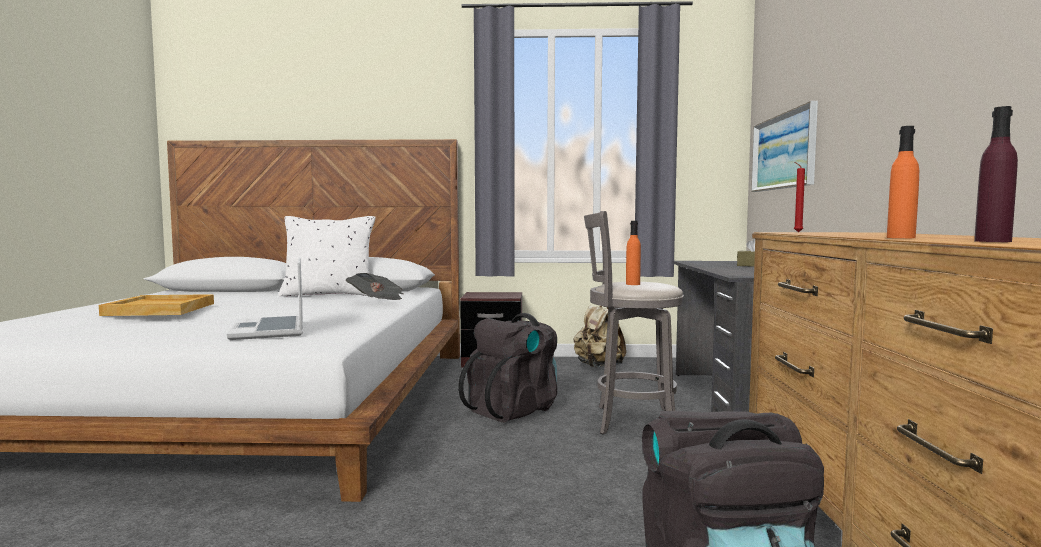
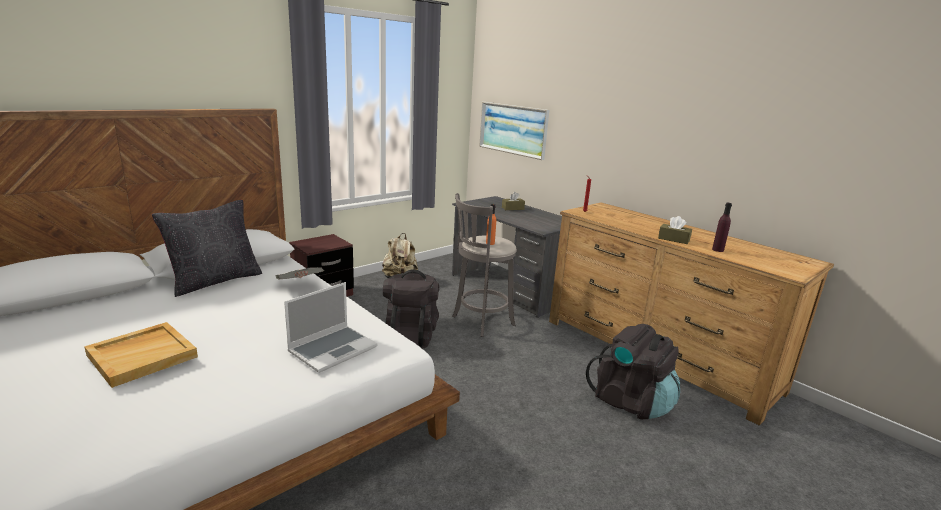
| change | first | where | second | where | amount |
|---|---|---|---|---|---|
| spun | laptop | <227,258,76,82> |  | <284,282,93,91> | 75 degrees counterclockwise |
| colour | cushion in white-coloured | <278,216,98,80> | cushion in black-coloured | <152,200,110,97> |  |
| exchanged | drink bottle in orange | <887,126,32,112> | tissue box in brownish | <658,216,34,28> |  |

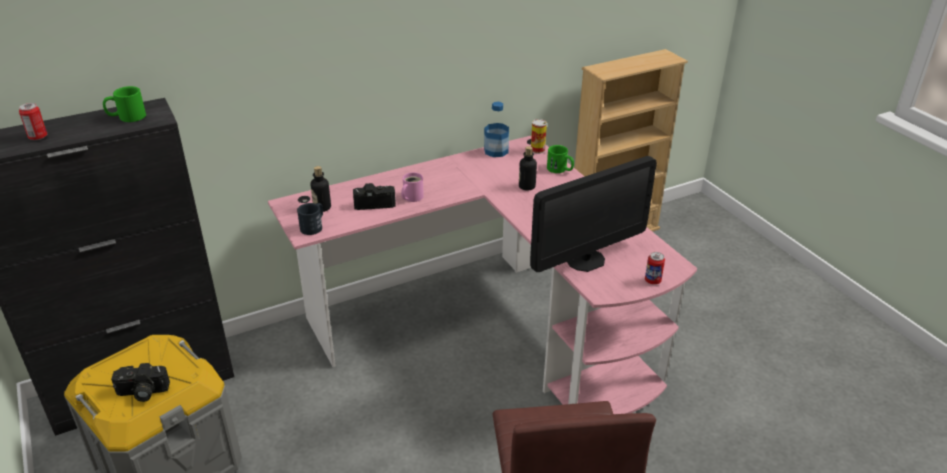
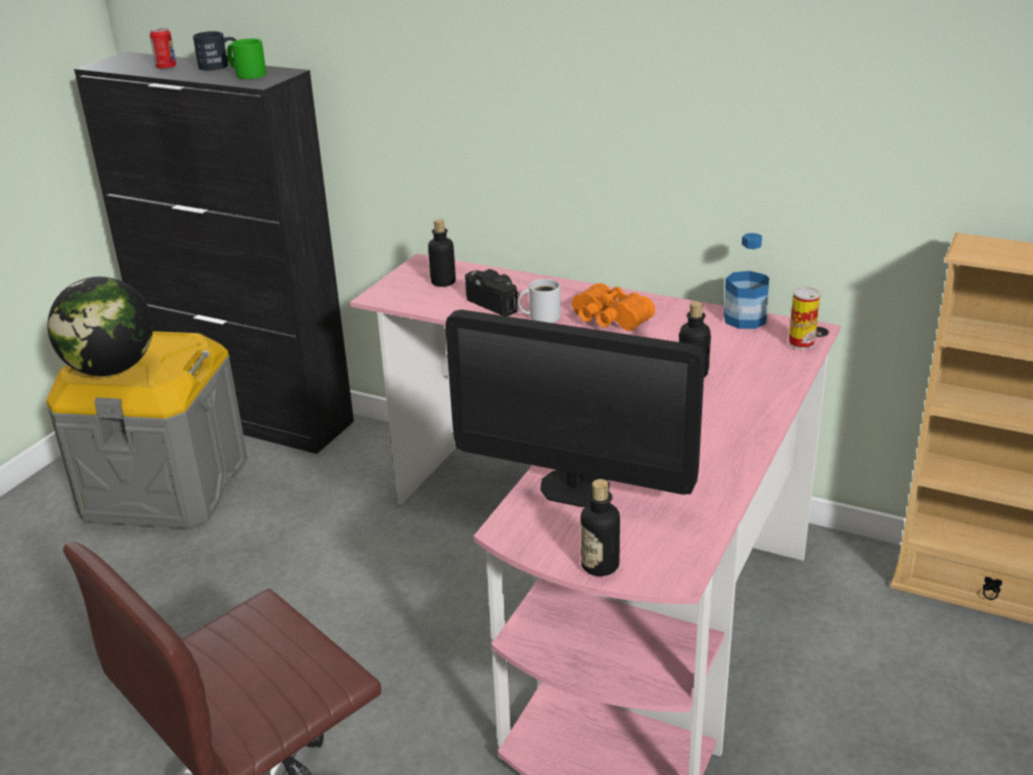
| change | first | where | second | where | amount |
|---|---|---|---|---|---|
| exchanged | photo camera | <111,363,59,39> | world globe | <47,277,106,99> |  |
| relocated | tea mug in black-coloured | <297,203,26,32> |  | <193,31,43,39> |  |
| colour | tea mug in pink-coloured | <401,172,23,30> | tea mug in white-coloured | <518,279,43,44> |  |
| missing | tea mug in green-coloured | <547,145,27,28> |  |  |  |
| exchanged | can | <645,252,20,33> | drink bottle | <581,479,39,97> |  |
| appeared |  |  | binoculars in orange | <572,283,83,48> |  |

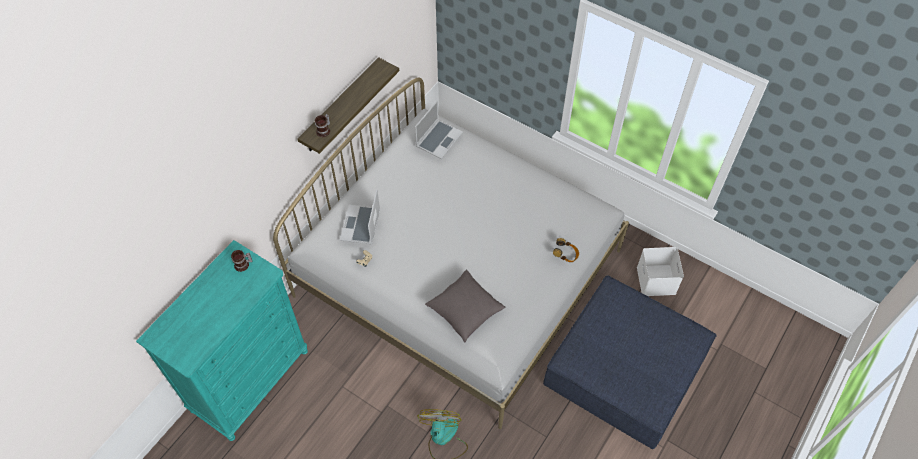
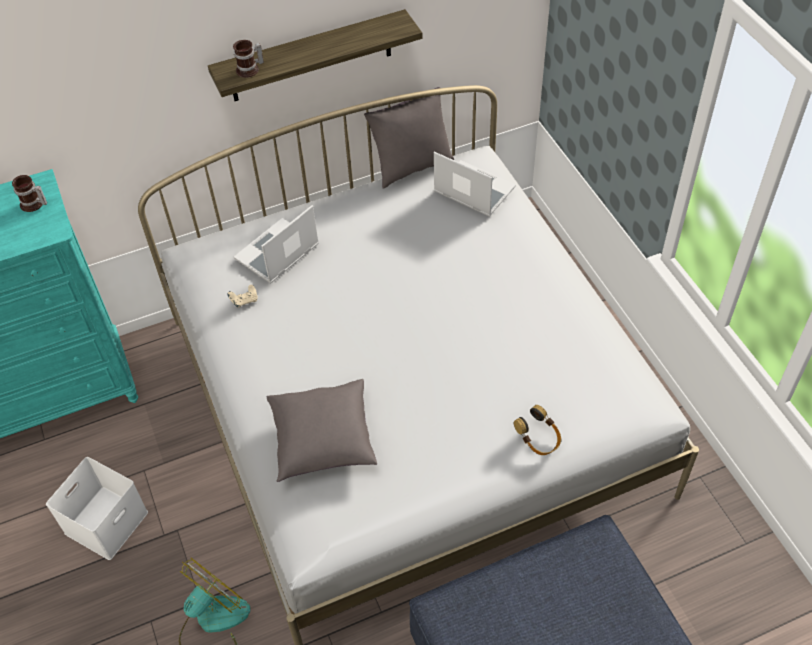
| change | first | where | second | where | amount |
|---|---|---|---|---|---|
| spun | laptop | <415,100,48,60> |  | <434,152,82,65> | 120 degrees counterclockwise |
| relocated | storage container in white-coloured | <637,247,47,49> |  | <46,457,102,103> |  |
| appeared |  |  | cushion in grey | <364,87,90,102> |  |

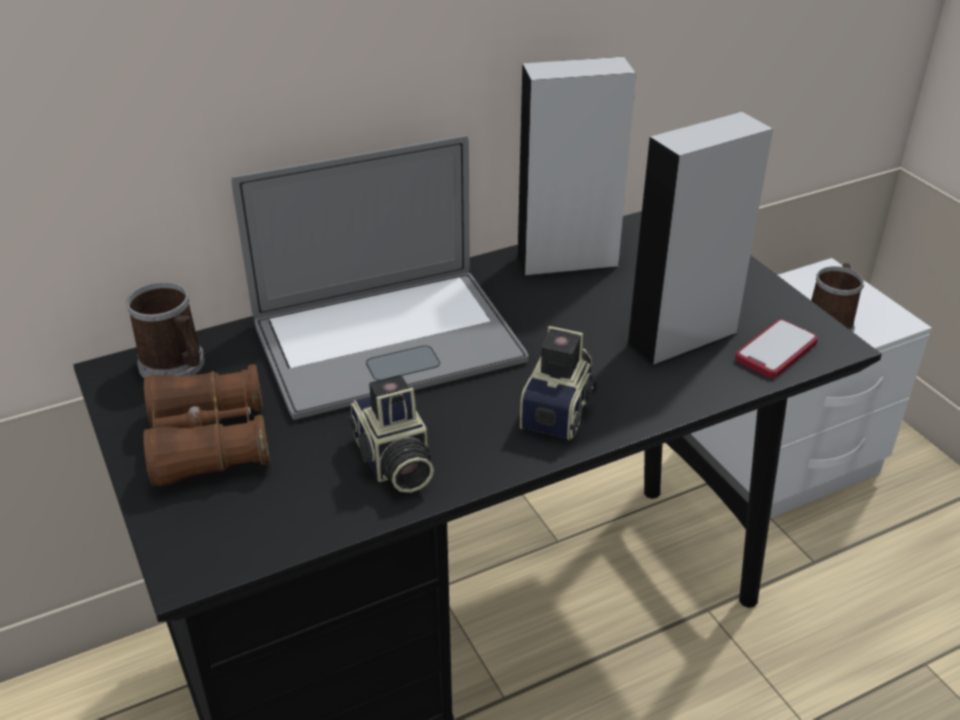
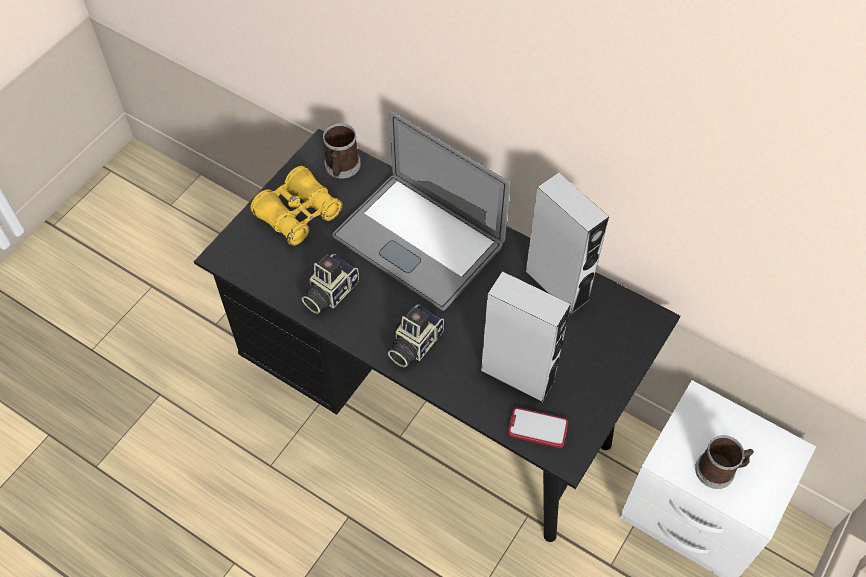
| change | first | where | second | where | amount |
|---|---|---|---|---|---|
| colour | binoculars in brownish | <143,364,127,123> | binoculars in yellowish | <251,166,92,80> |  |
| spun | photo camera | <520,326,77,114> |  | <388,304,56,63> | 135 degrees clockwise |

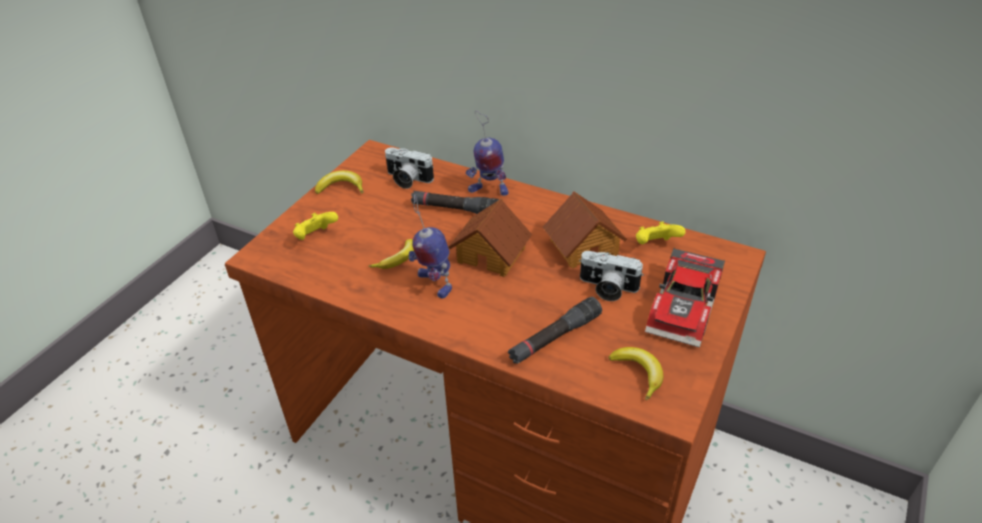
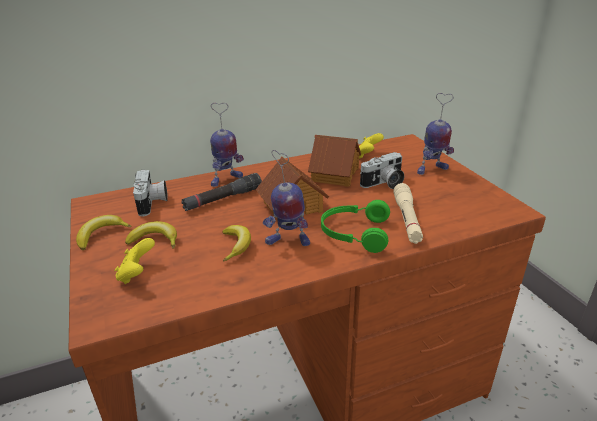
| change | first | where | second | where | amount |
|---|---|---|---|---|---|
| spun | photo camera | <385,147,49,42> |  | <133,169,35,47> | 75 degrees counterclockwise |
| colour | flashlight in black-coloured | <508,297,94,67> | flashlight in beige-coloured | <393,183,30,61> |  |
| relocated | banana fruit | <609,347,55,53> |  | <125,221,52,27> |  |
| exchanged | toy car | <645,247,80,101> | robot figure | <417,93,37,82> |  |
| appeared |  |  | headset in green-coloured | <321,200,69,53> |  |

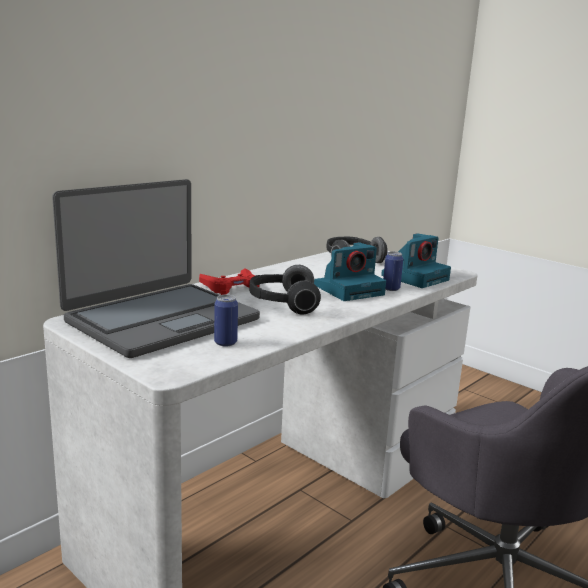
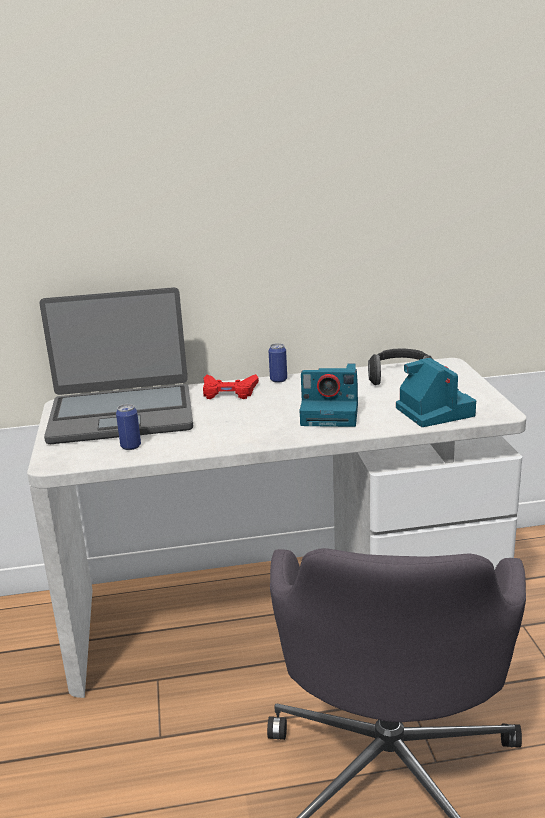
| change | first | where | second | where | amount |
|---|---|---|---|---|---|
| missing | headset | <249,265,72,50> |  |  |  |
| spun | photo camera | <381,233,70,55> |  | <396,358,80,69> | 105 degrees counterclockwise |
| relocated | can | <383,251,20,40> |  | <268,343,19,40> |  |

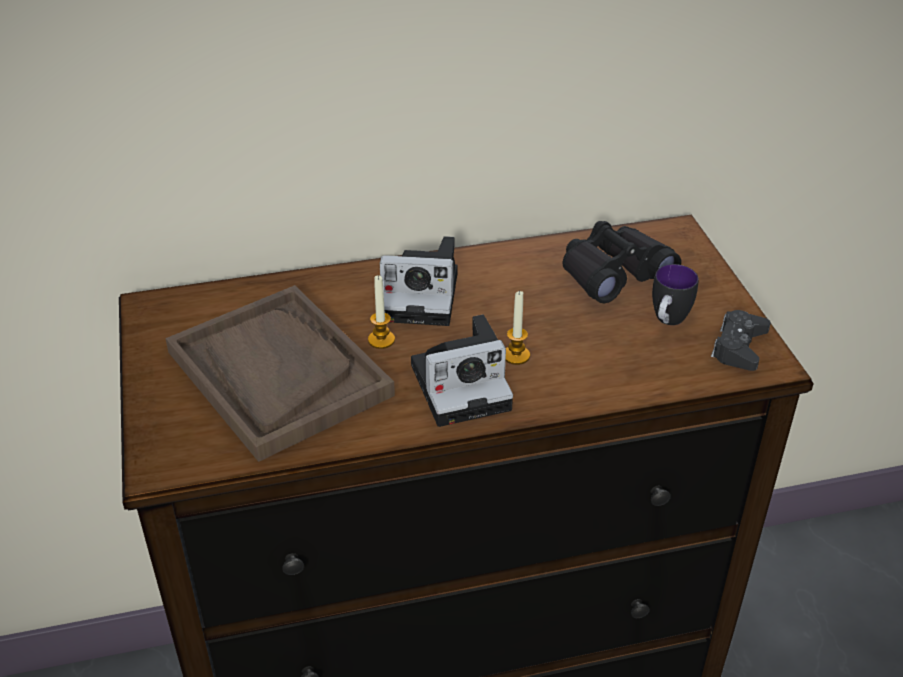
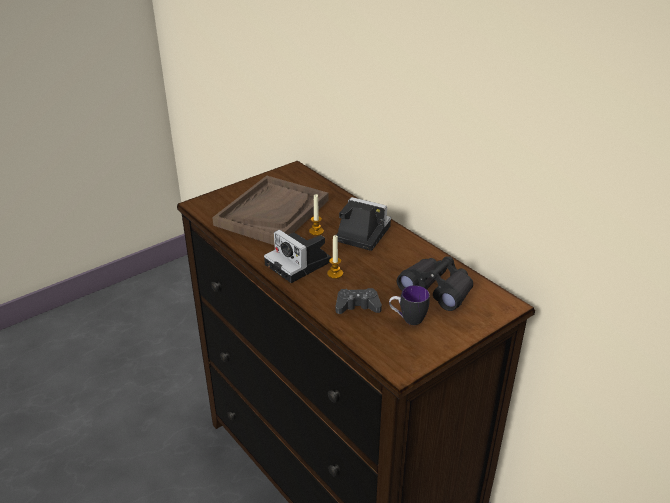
| change | first | where | second | where | amount |
|---|---|---|---|---|---|
| spun | photo camera | <380,236,77,90> |  | <336,197,55,54> | 135 degrees clockwise |
| relocated | game controller in black-coloured | <711,310,60,61> |  | <336,288,46,26> |  |

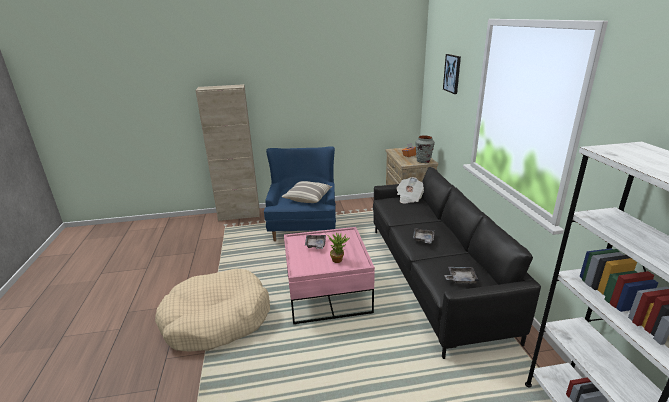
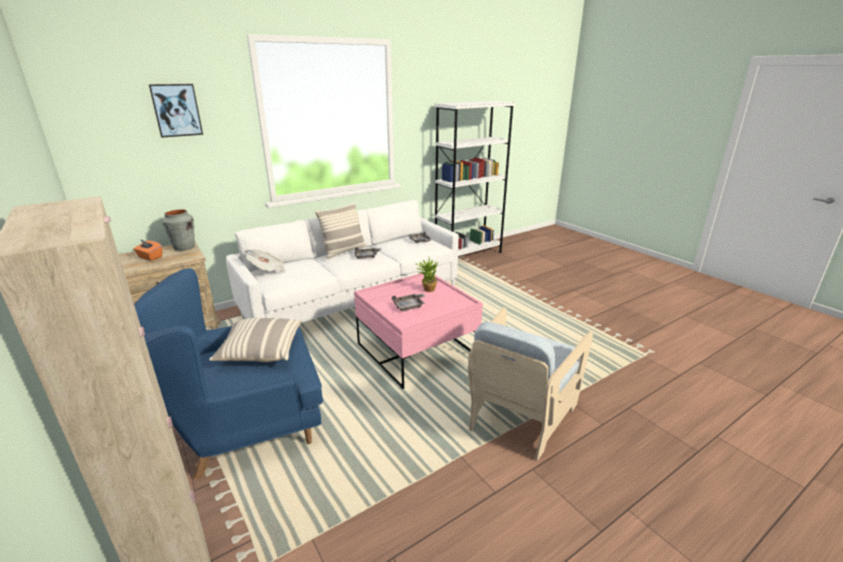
| change | first | where | second | where | amount |
|---|---|---|---|---|---|
| exchanged | dog cushion in beige-coloured | <155,268,115,84> | armchair in beige-coloured | <467,307,126,154> |  |
| colour | sofa in black-coloured | <373,167,168,192> | sofa in white-coloured | <226,200,233,123> |  |
| appeared |  |  | cushion | <315,203,51,56> |  |

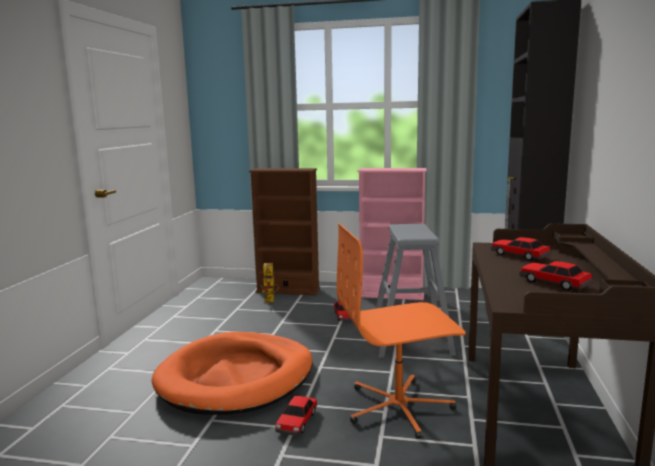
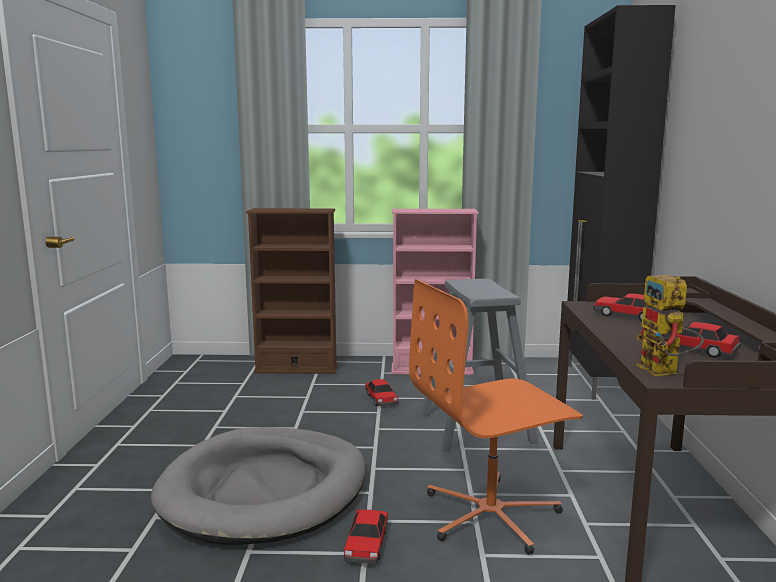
| change | first | where | second | where | amount |
|---|---|---|---|---|---|
| colour | dog cushion in orange | <152,332,161,83> | dog cushion in grey | <151,427,214,118> |  |
| relocated | robot figure | <260,263,19,40> |  | <636,275,68,101> |  |

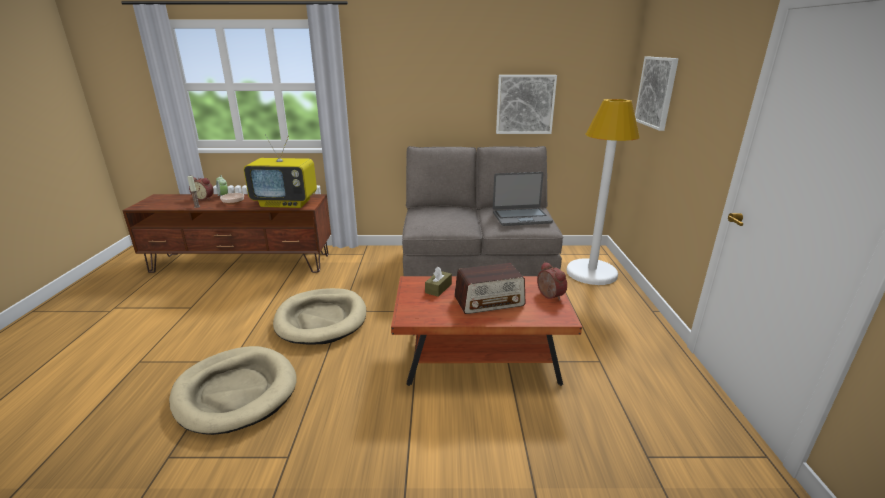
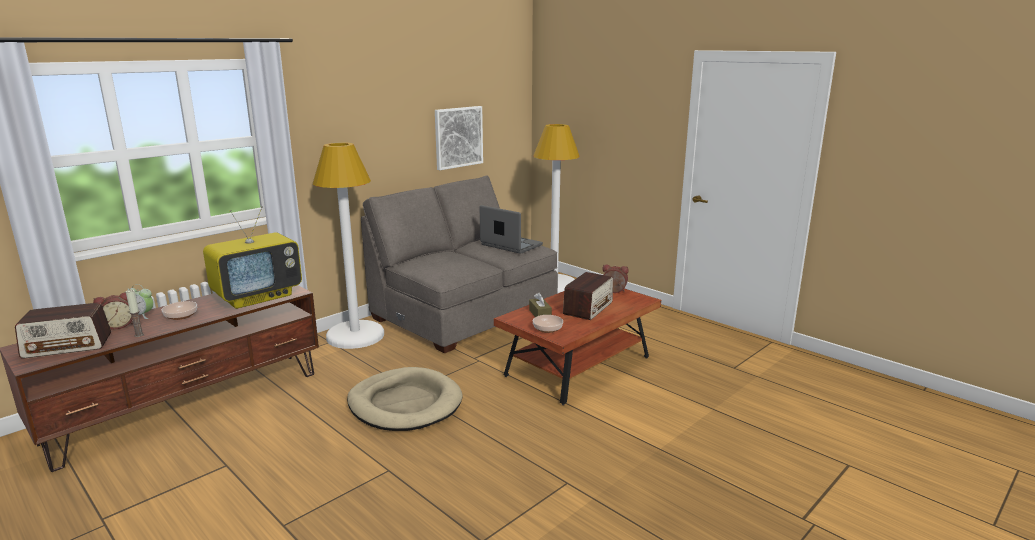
| change | first | where | second | where | amount |
|---|---|---|---|---|---|
| missing | dog cushion in beige-coloured | <169,346,128,89> |  |  |  |
| spun | laptop | <493,172,60,54> |  | <480,205,63,49> | 90 degrees counterclockwise |
| missing | wall art | <635,57,44,74> |  |  |  |
| appeared |  |  | radio | <15,303,96,56> |  |
| appeared |  |  | standing lamp in white-coloured | <313,142,71,207> |  |
| appeared |  |  | serving bowl | <533,315,30,18> |  |

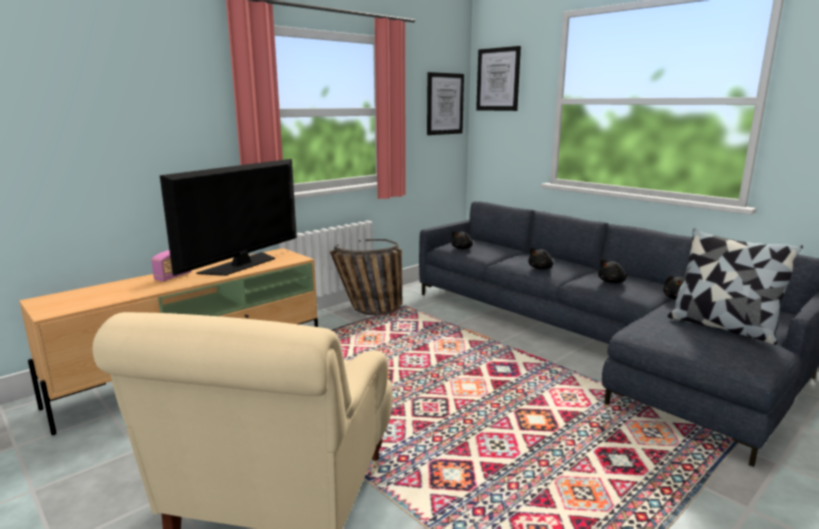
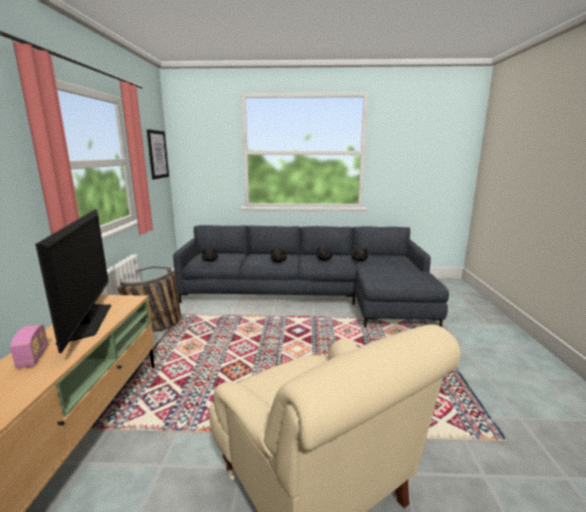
| change | first | where | second | where | amount |
|---|---|---|---|---|---|
| missing | wall art | <476,46,45,65> |  |  |  |
| missing | cushion | <667,228,136,117> |  |  |  |

